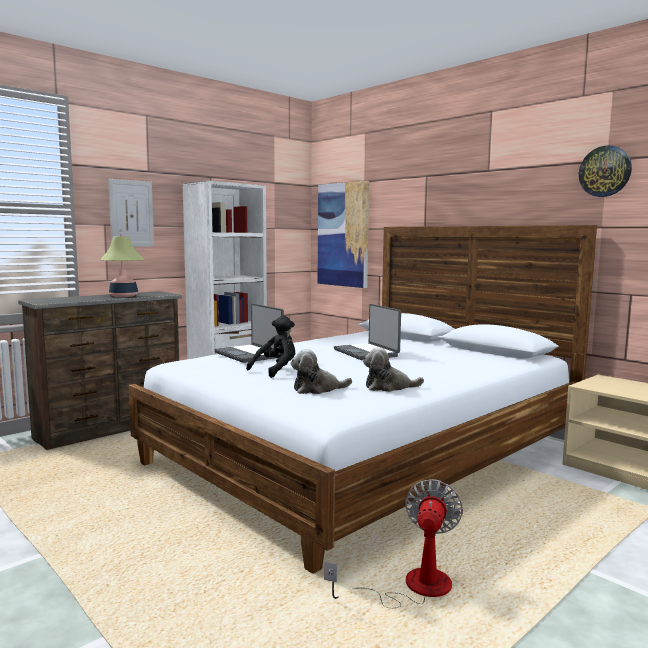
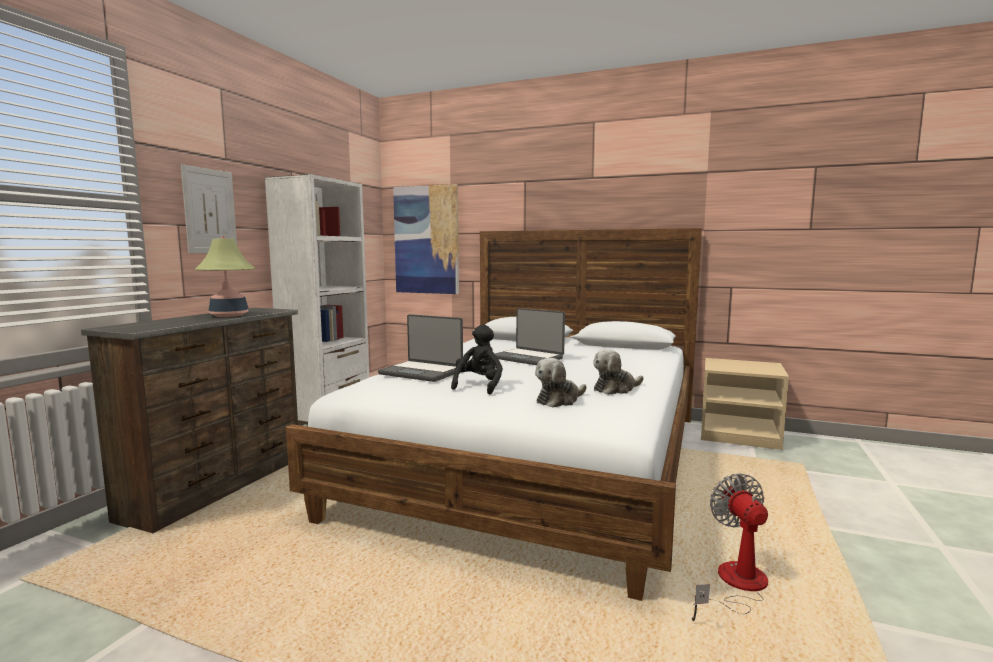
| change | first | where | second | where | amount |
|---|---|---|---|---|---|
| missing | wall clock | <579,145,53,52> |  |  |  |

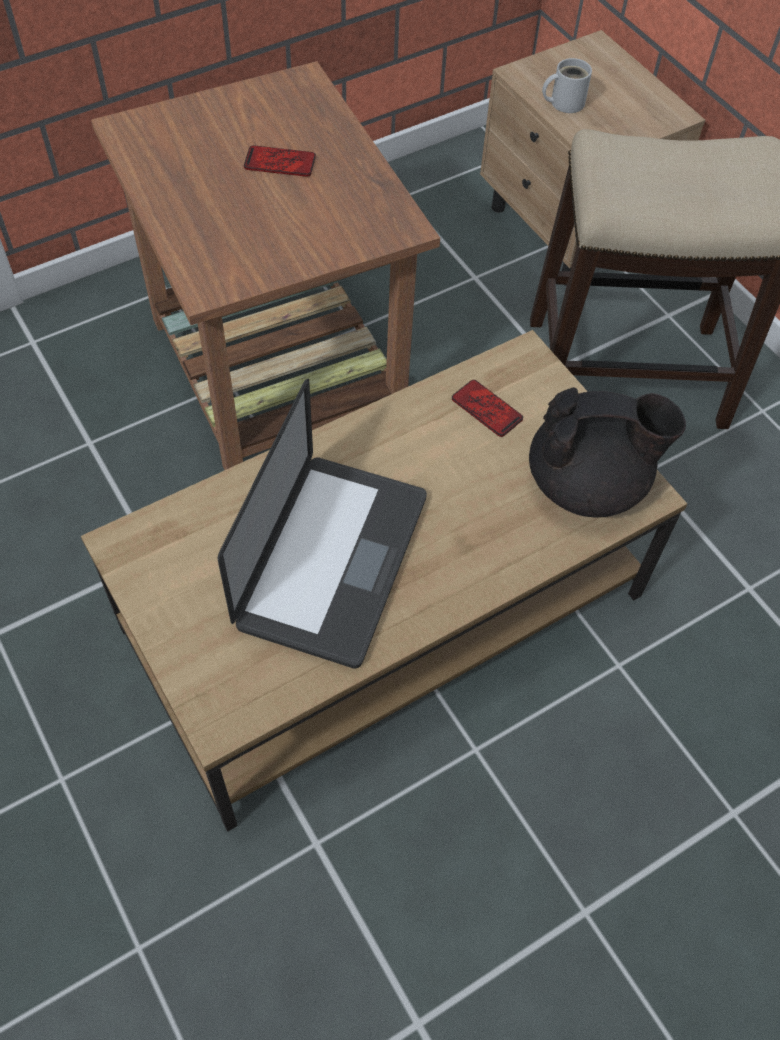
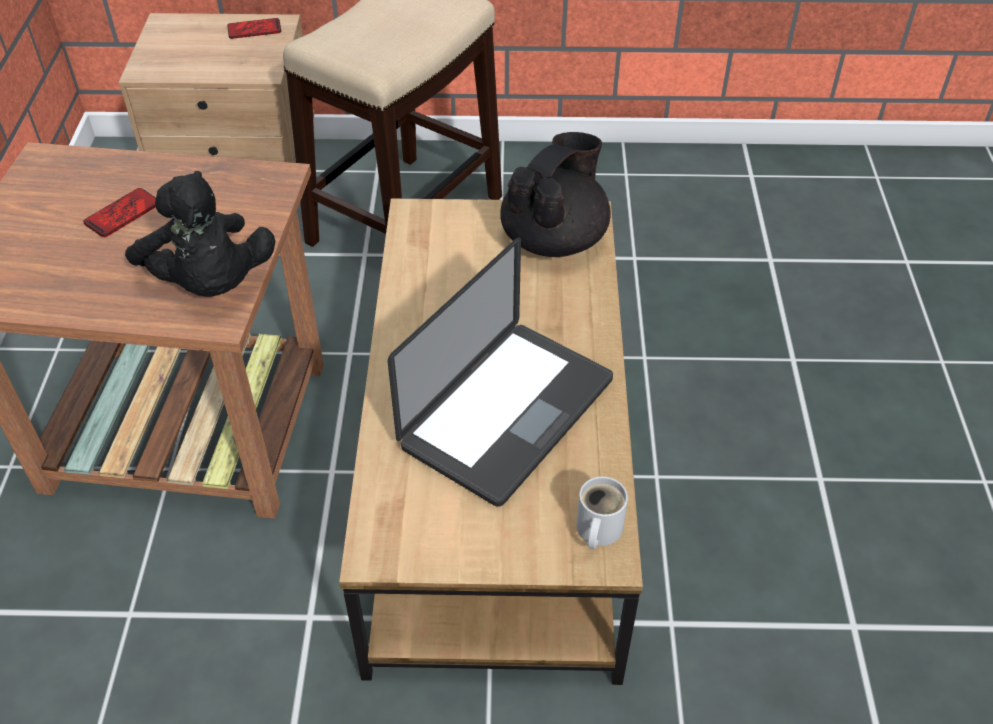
| change | first | where | second | where | amount |
|---|---|---|---|---|---|
| spun | laptop | <218,379,209,290> |  | <388,237,225,270> | 75 degrees clockwise |
| relocated | telephone | <452,380,71,57> |  | <227,18,54,21> |  |
| relocated | tea mug in white-coloured | <542,58,50,55> |  | <576,476,52,73> |  |
| appeared |  |  | plush toy in black-coloured | <125,171,150,126> |  |

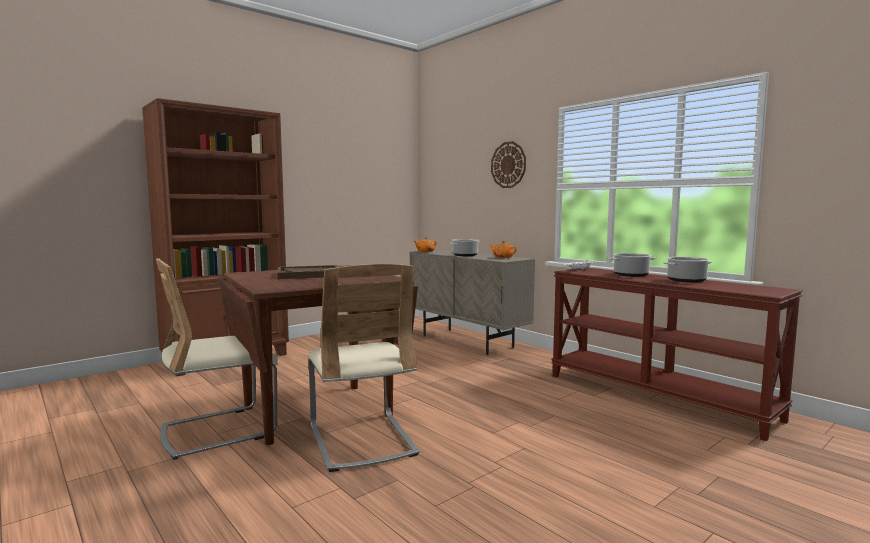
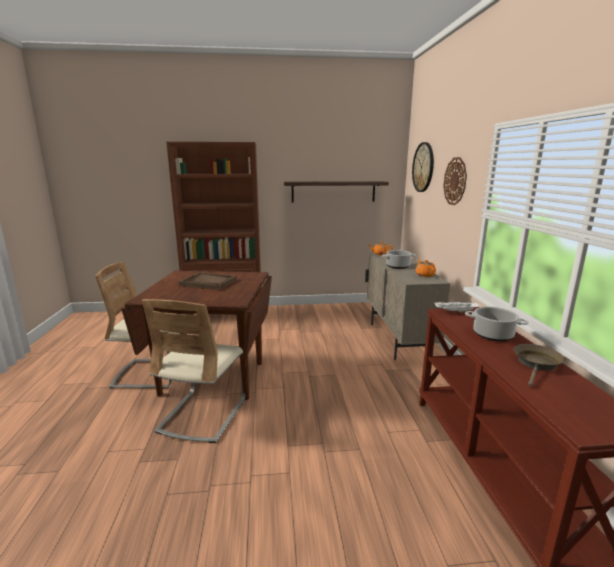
| change | first | where | second | where | amount |
|---|---|---|---|---|---|
| exchanged | stockpot | <663,257,49,26> | skillet in brownish | <514,344,51,43> |  |
| appeared |  |  | wall shelf | <284,181,105,22> |  |
| appeared |  |  | wall clock | <412,142,22,50> |  |

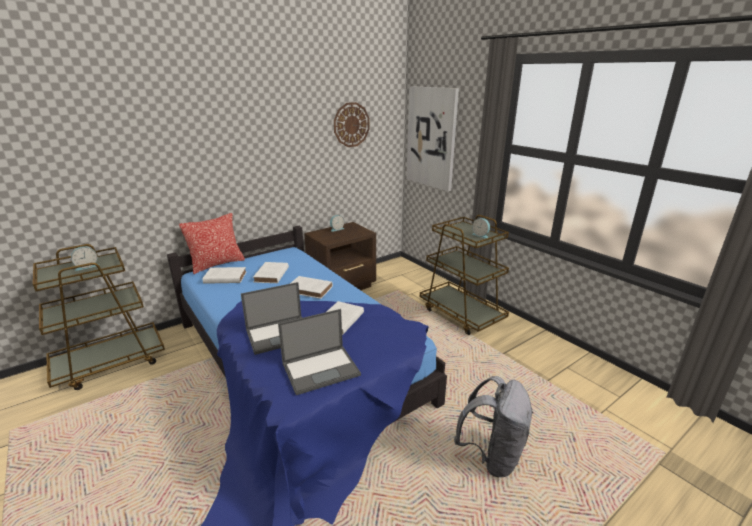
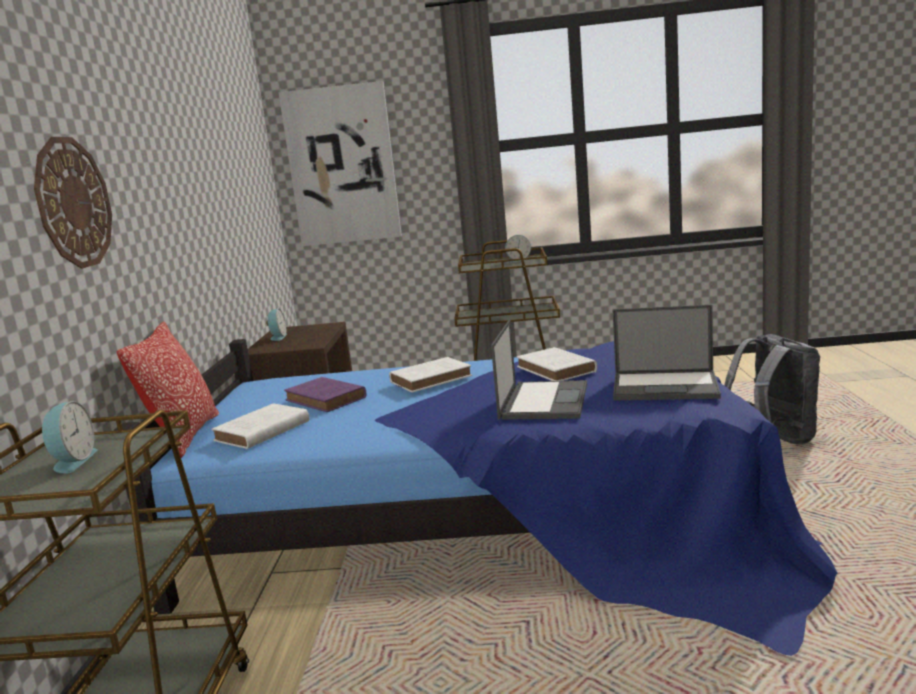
| change | first | where | second | where | amount |
|---|---|---|---|---|---|
| colour | bound book in white-coloured | <253,262,36,21> | bound book in purplish | <284,377,83,35> |  |
| spun | laptop | <278,309,83,86> |  | <613,304,108,96> | 90 degrees clockwise |
| relocated | wall clock | <334,102,36,45> |  | <34,137,78,132> |  |

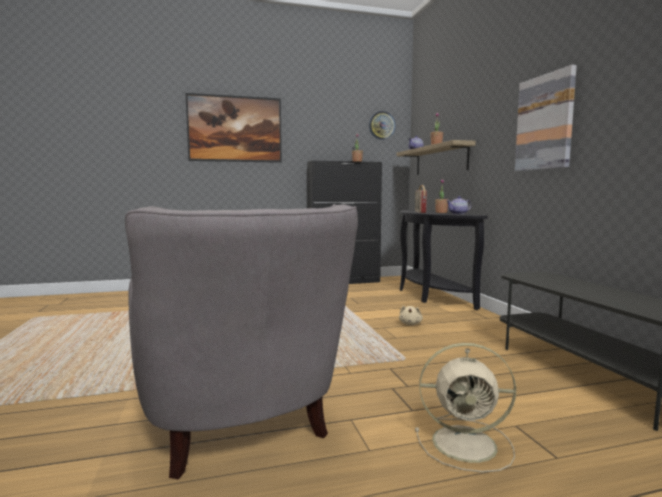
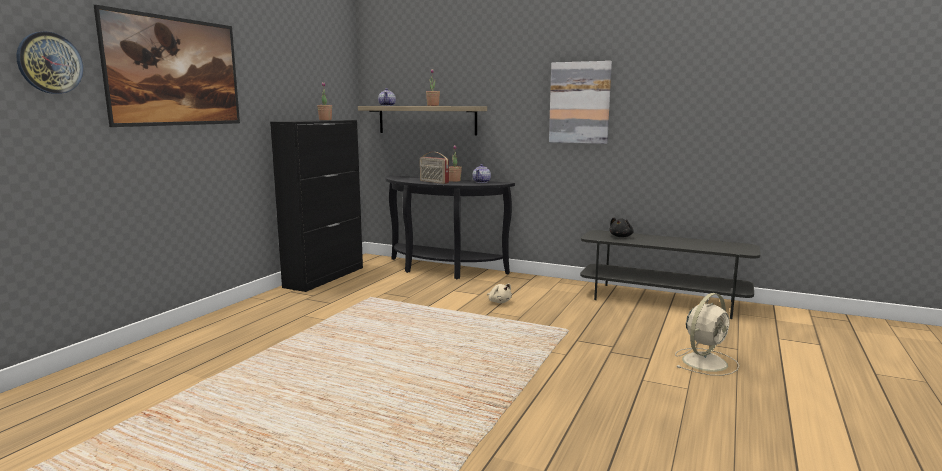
| change | first | where | second | where | amount |
|---|---|---|---|---|---|
| missing | armchair in grey | <125,204,233,275> |  |  |  |
| relocated | wall clock | <369,111,26,29> |  | <16,31,67,63> |  |
| appeared |  |  | plush toy in black-coloured | <610,217,24,20> |  |

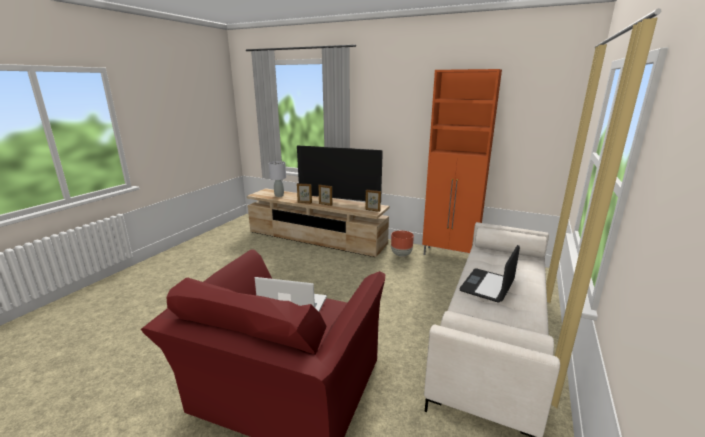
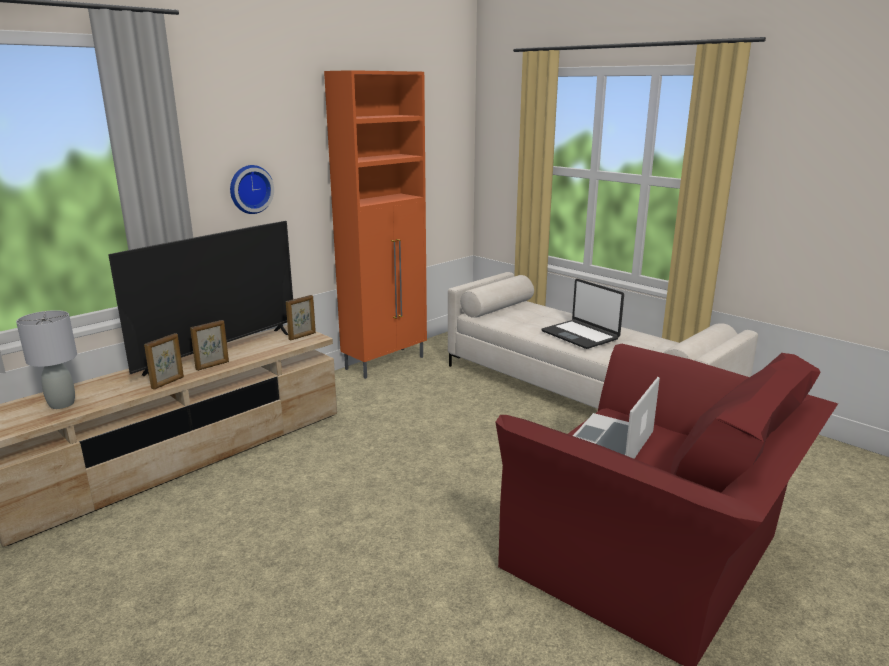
| change | first | where | second | where | amount |
|---|---|---|---|---|---|
| missing | plant pot in brownish | <391,231,23,26> |  |  |  |
| appeared |  |  | wall clock | <230,165,44,49> |  |

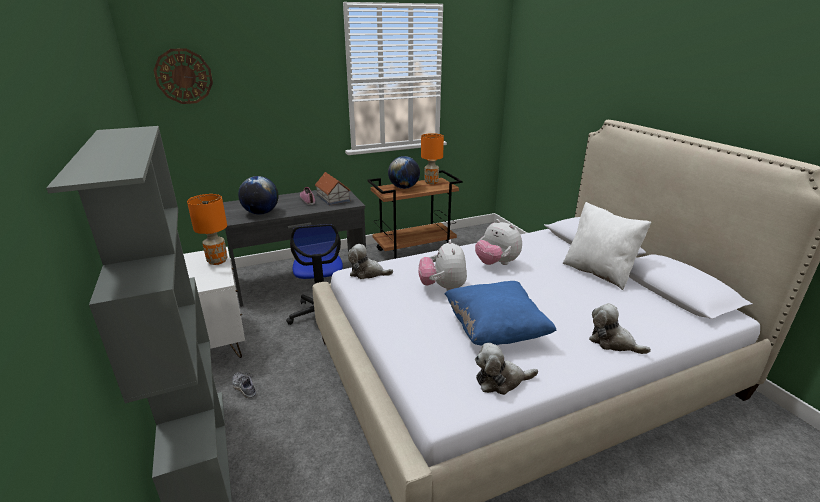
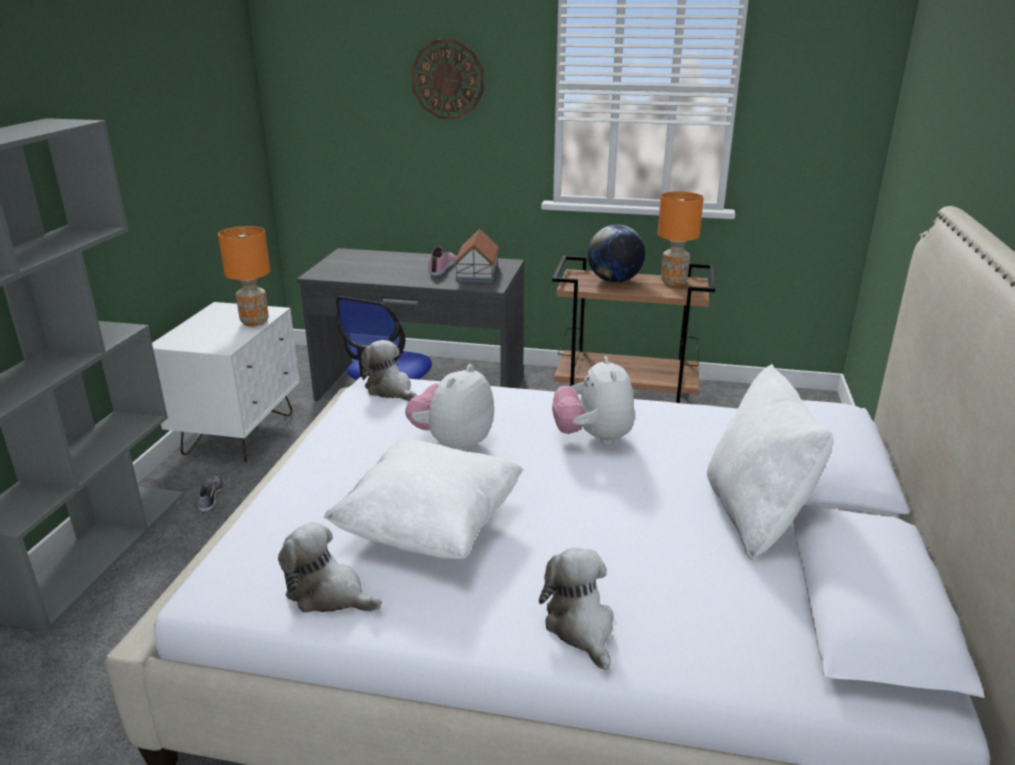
| change | first | where | second | where | amount |
|---|---|---|---|---|---|
| relocated | wall clock | <154,48,59,56> |  | <411,39,73,80> |  |
| missing | world globe | <238,176,41,39> |  |  |  |
| colour | cushion in blue-coloured | <445,281,111,65> | cushion in white-coloured | <323,439,201,120> |  |

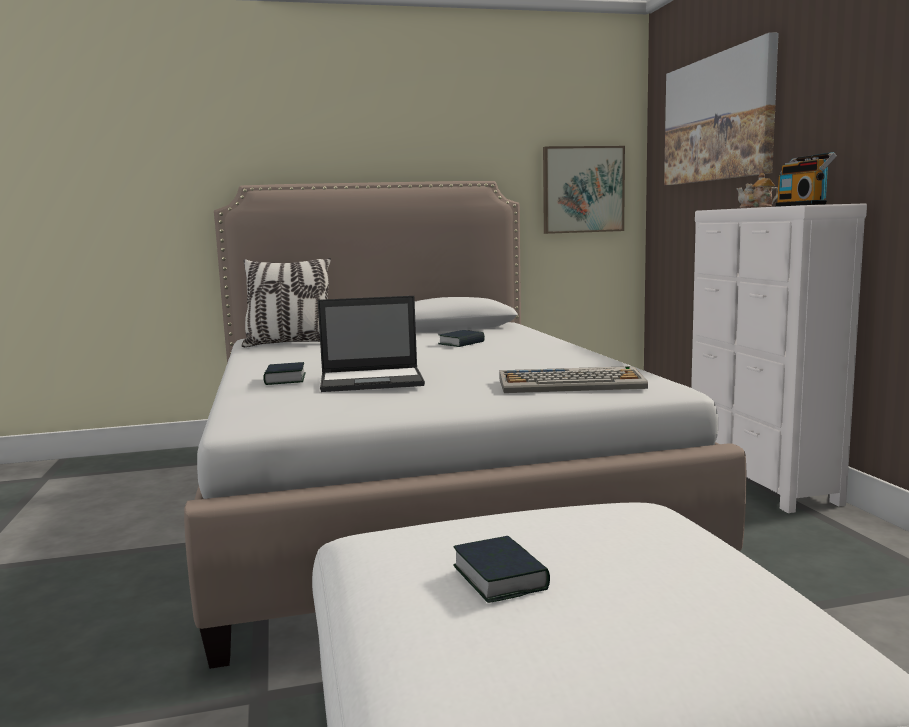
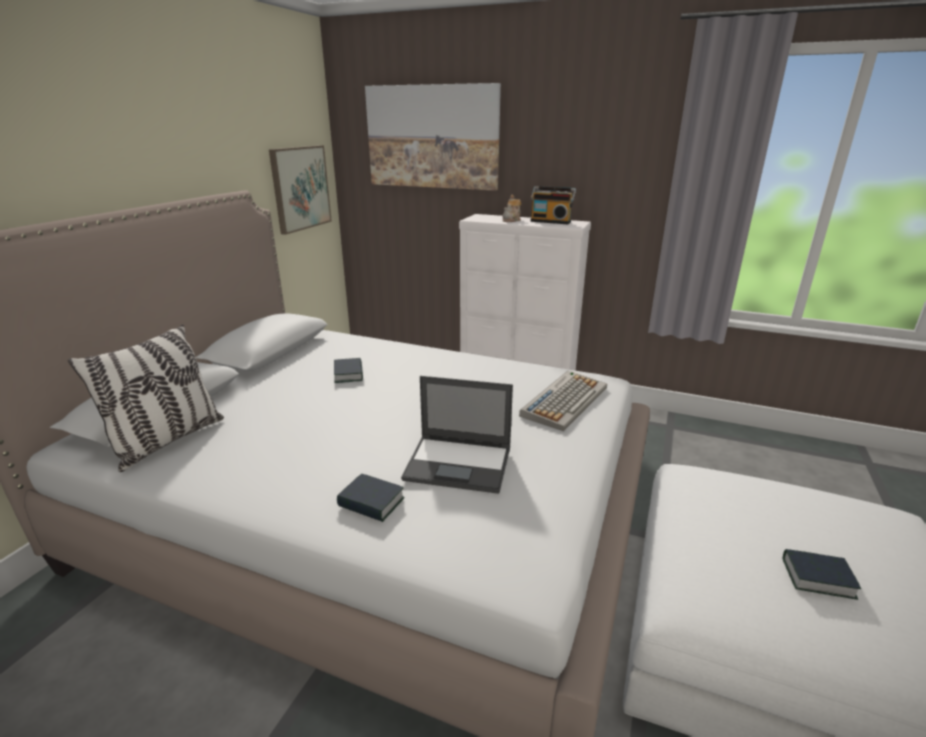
| change | first | where | second | where | amount |
|---|---|---|---|---|---|
| spun | laptop | <318,296,107,96> |  | <401,376,112,118> | 75 degrees clockwise |

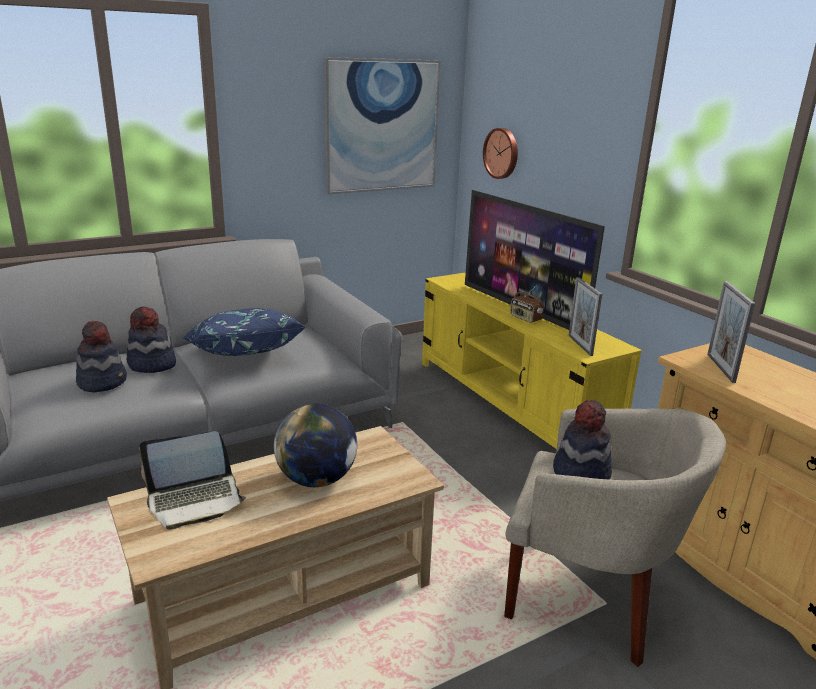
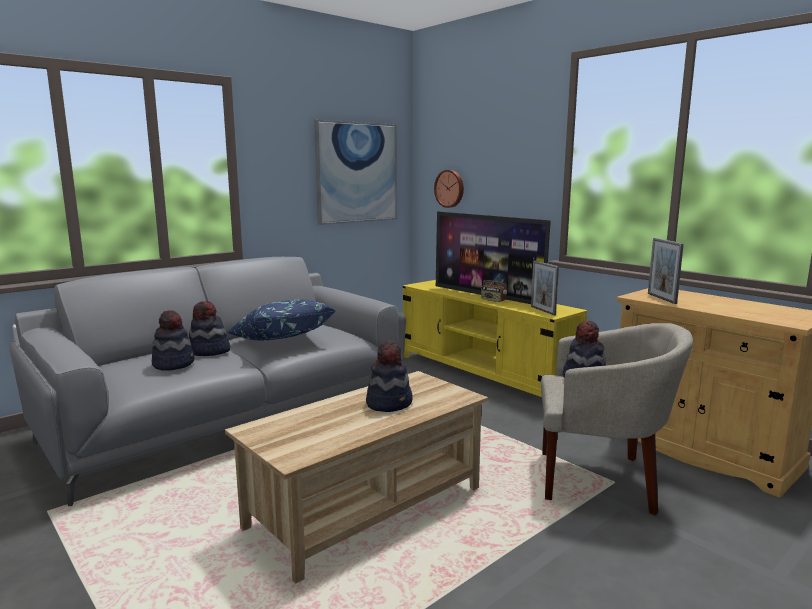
| change | first | where | second | where | amount |
|---|---|---|---|---|---|
| missing | laptop | <139,431,107,99> |  |  |  |
| exchanged | world globe | <274,404,83,83> | hat | <366,340,47,72> |  |

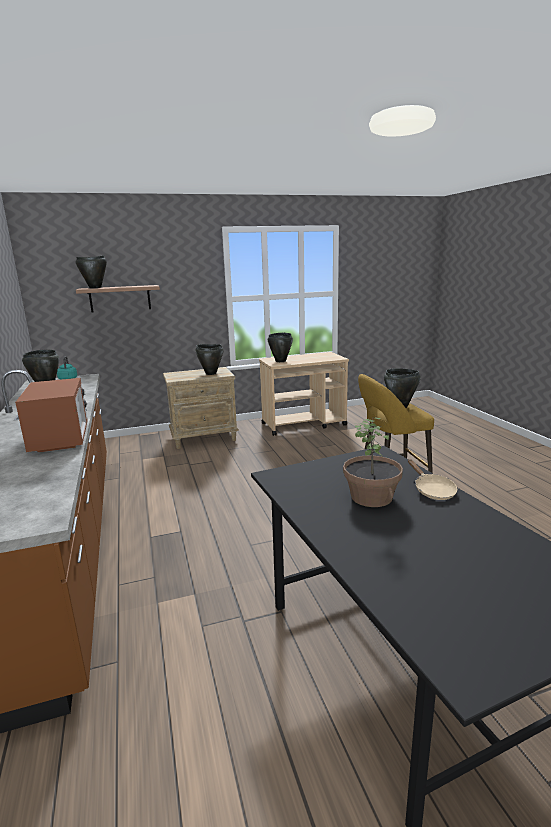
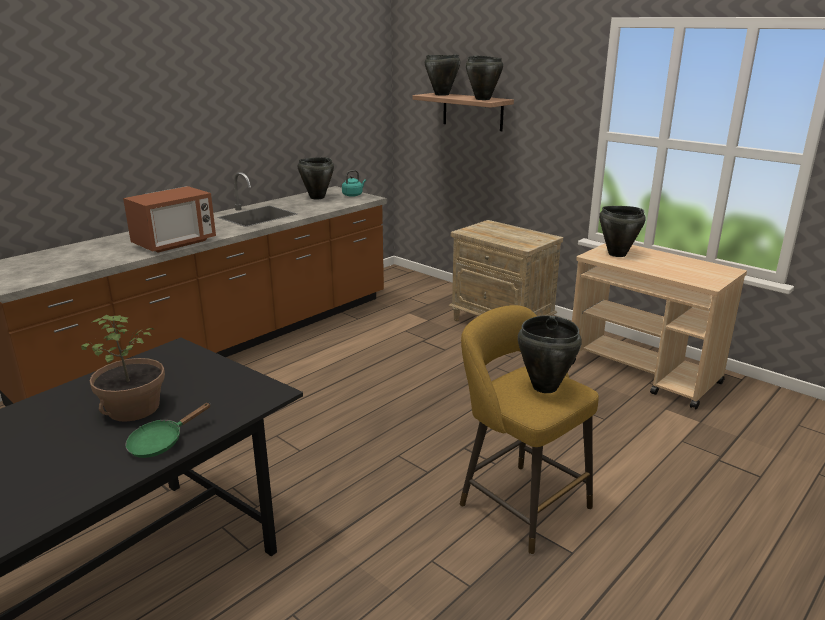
| change | first | where | second | where | amount |
|---|---|---|---|---|---|
| relocated | stockpot in black-coloured | <195,344,28,31> |  | <466,55,37,45> |  |
| colour | skillet in beige-coloured | <408,459,49,41> | skillet in green-coloured | <125,403,86,55> |  |

